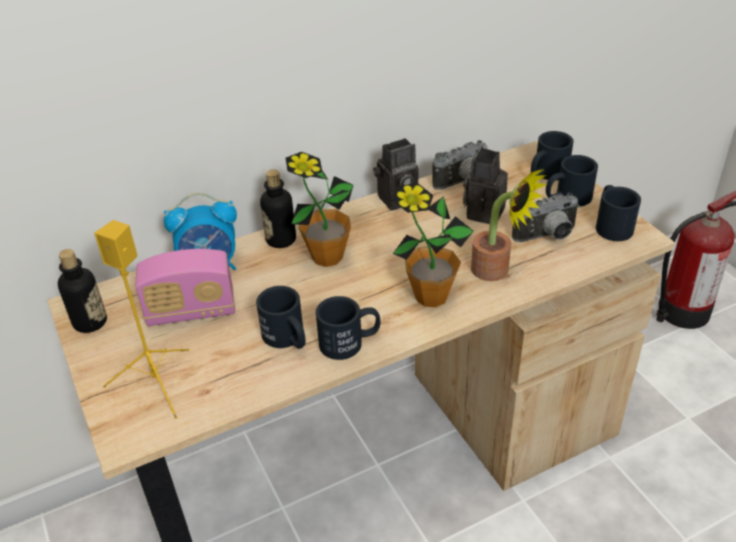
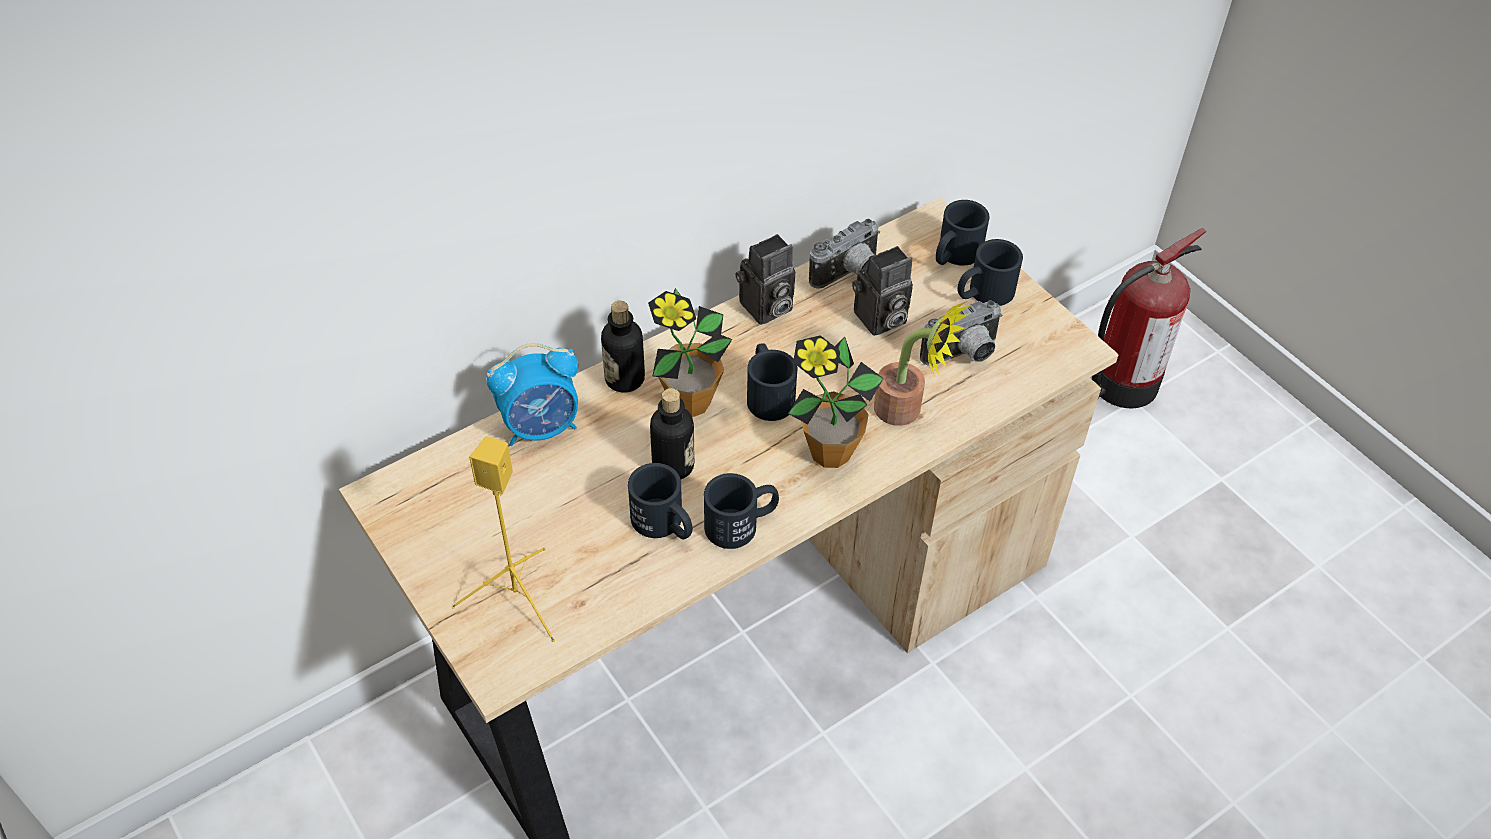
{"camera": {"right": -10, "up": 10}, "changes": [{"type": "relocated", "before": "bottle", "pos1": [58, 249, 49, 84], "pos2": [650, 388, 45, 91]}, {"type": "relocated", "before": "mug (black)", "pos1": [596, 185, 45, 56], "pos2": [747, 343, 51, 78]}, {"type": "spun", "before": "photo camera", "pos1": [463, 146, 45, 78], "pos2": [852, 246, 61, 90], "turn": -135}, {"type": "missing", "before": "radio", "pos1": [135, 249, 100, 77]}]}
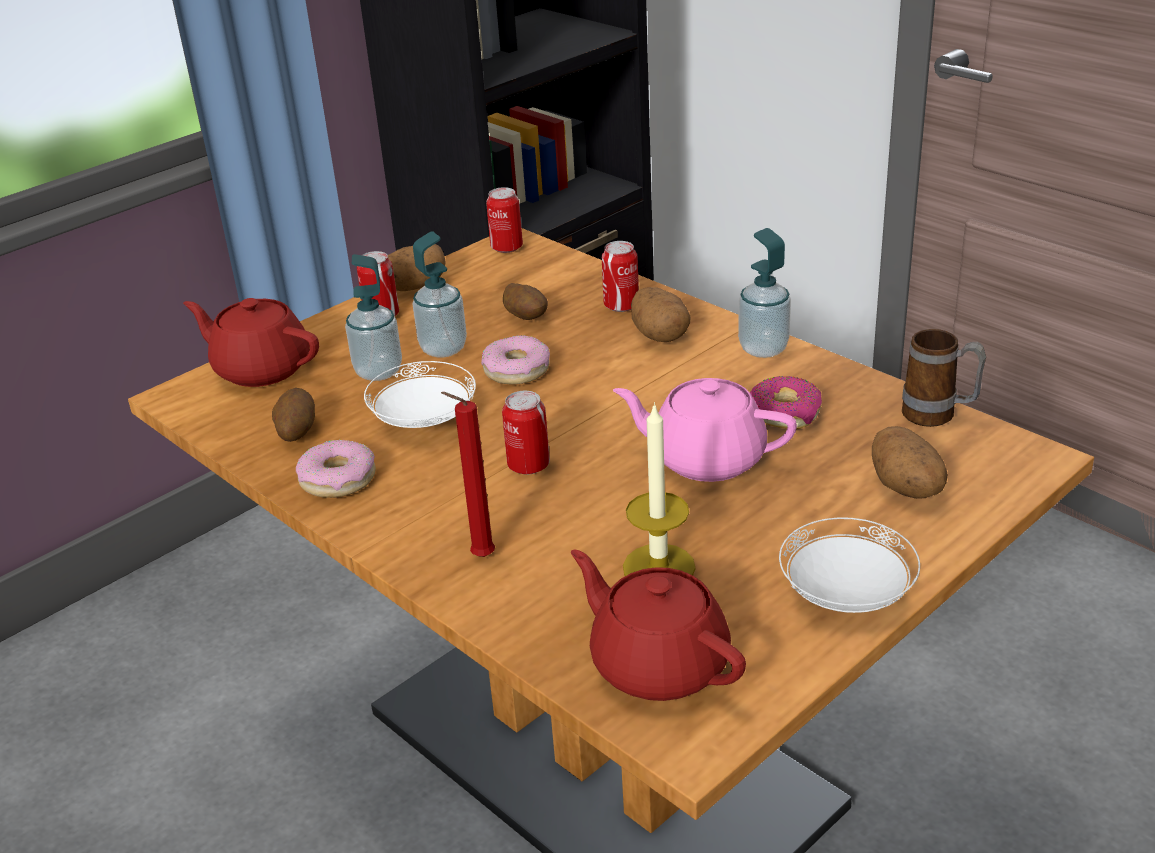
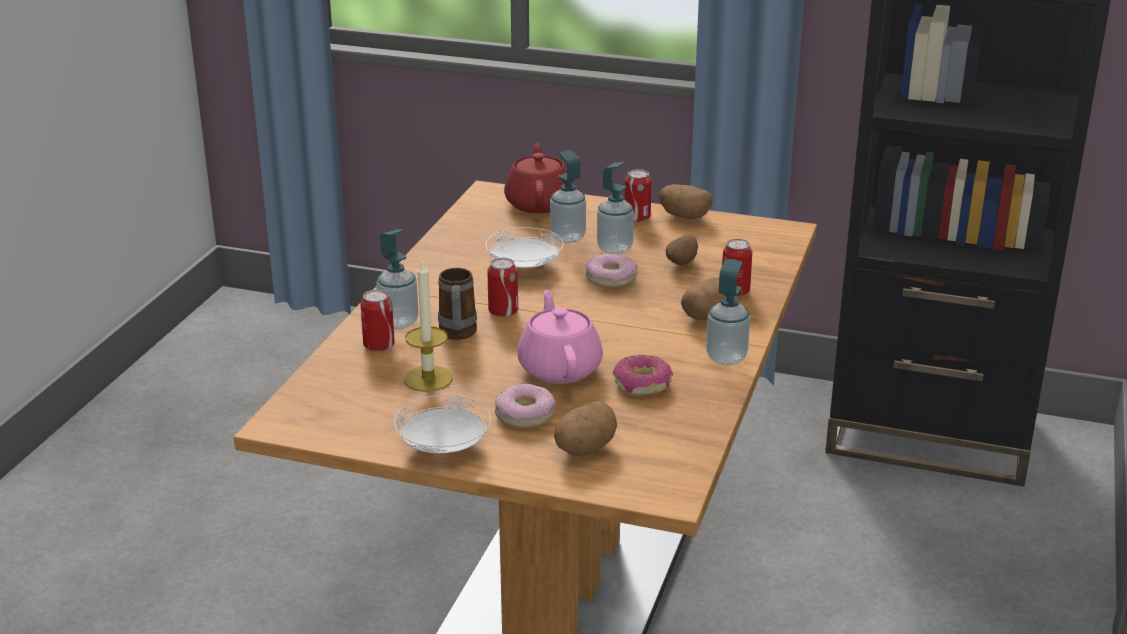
{"camera": {"right": 60, "up": -5}, "changes": [{"type": "relocated", "before": "can", "pos1": [486, 187, 37, 66], "pos2": [361, 290, 34, 62]}, {"type": "exchanged", "before": "candle (red)", "after": "soap dispenser", "pos1": [441, 392, 54, 165], "pos2": [376, 229, 42, 100]}, {"type": "relocated", "before": "mug", "pos1": [902, 329, 84, 98], "pos2": [438, 268, 39, 72]}, {"type": "relocated", "before": "donut", "pos1": [296, 440, 80, 58], "pos2": [495, 383, 61, 45]}, {"type": "missing", "before": "potato", "pos1": [272, 388, 43, 54]}, {"type": "missing", "before": "teapot (red)", "pos1": [571, 549, 175, 152]}]}
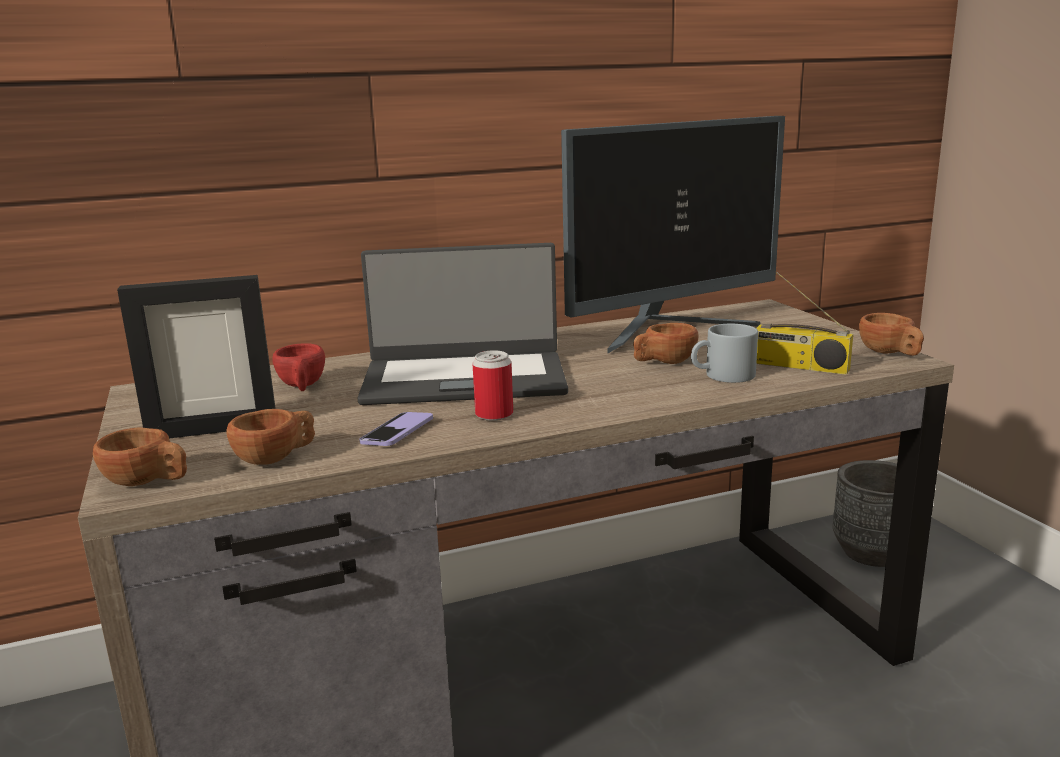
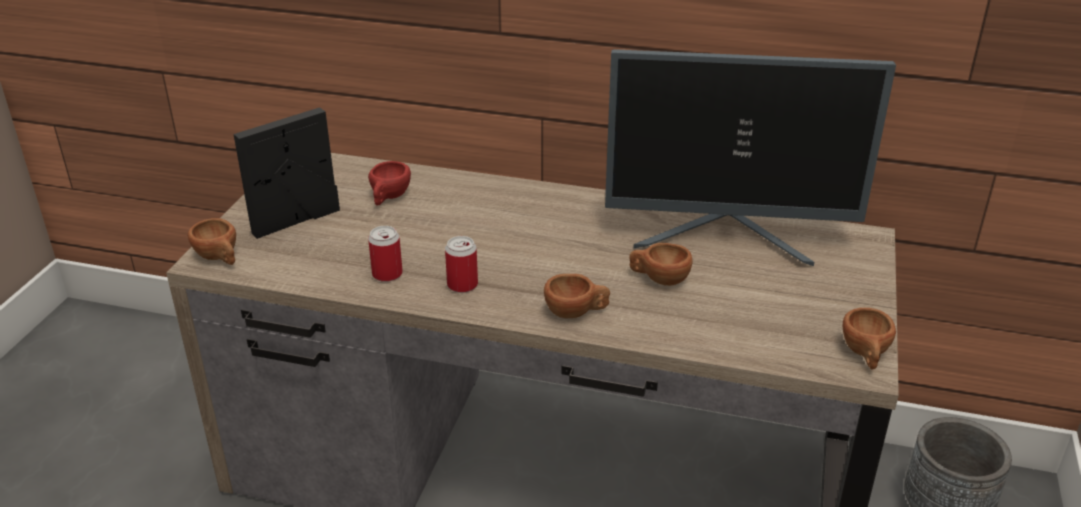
{"camera": {"right": 35, "up": 15}, "changes": [{"type": "spun", "before": "picture frame", "pos1": [117, 275, 159, 163], "pos2": [233, 107, 107, 132], "turn": 120}, {"type": "exchanged", "before": "phone", "after": "can", "pos1": [359, 412, 74, 34], "pos2": [368, 226, 35, 56]}, {"type": "relocated", "before": "cup (brown)", "pos1": [226, 409, 89, 56], "pos2": [544, 274, 66, 44]}, {"type": "missing", "before": "laptop", "pos1": [358, 243, 210, 162]}, {"type": "missing", "before": "mug (grey)", "pos1": [691, 324, 67, 59]}, {"type": "missing", "before": "radio", "pos1": [756, 272, 97, 103]}]}
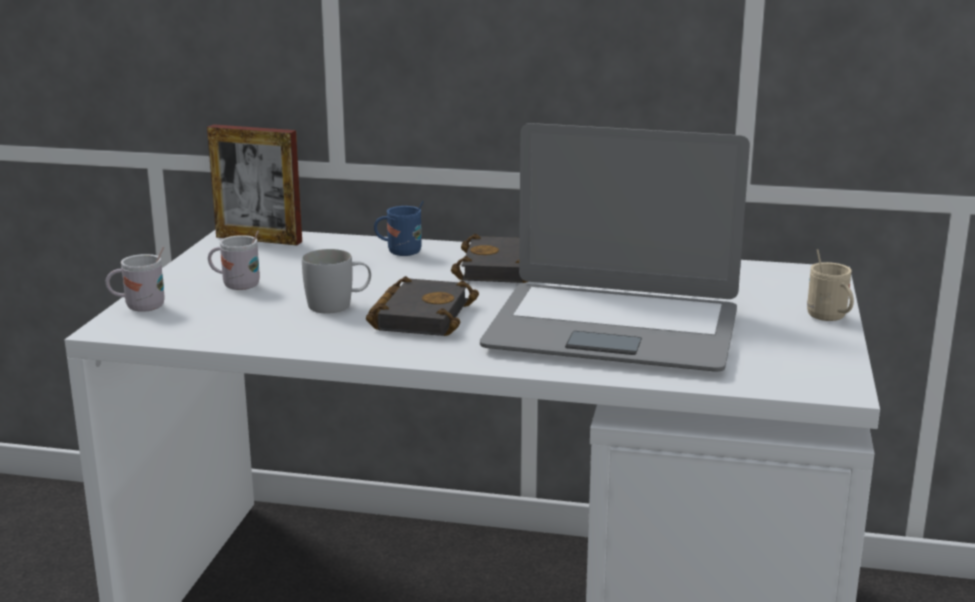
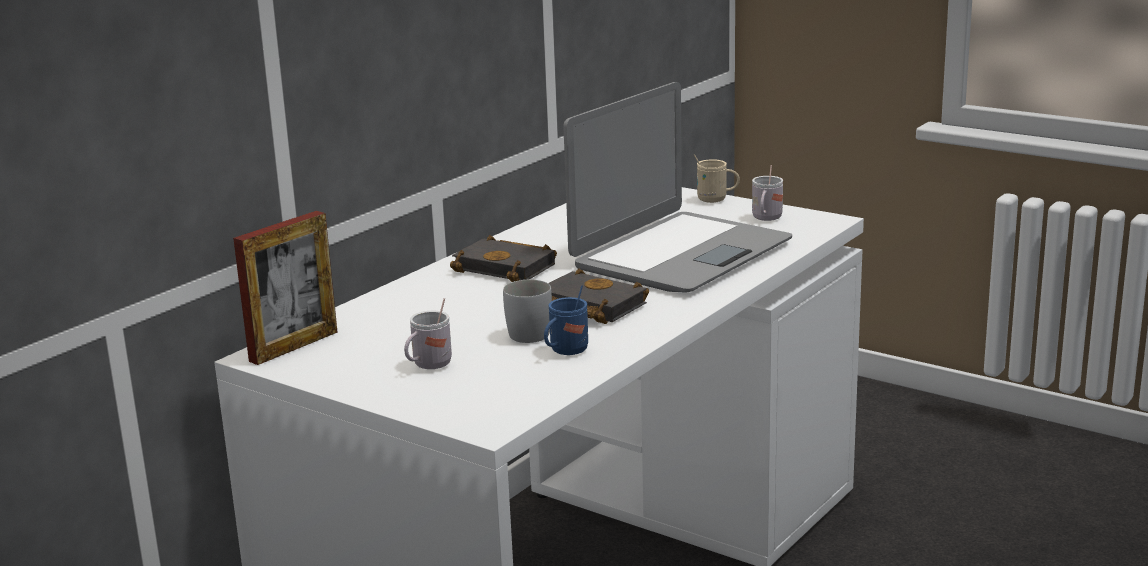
{"camera": {"right": -65, "up": 0}, "changes": [{"type": "relocated", "before": "mug (blue)", "pos1": [374, 201, 50, 55], "pos2": [544, 285, 44, 70]}, {"type": "relocated", "before": "mug (white)", "pos1": [106, 247, 59, 65], "pos2": [752, 165, 31, 56]}]}
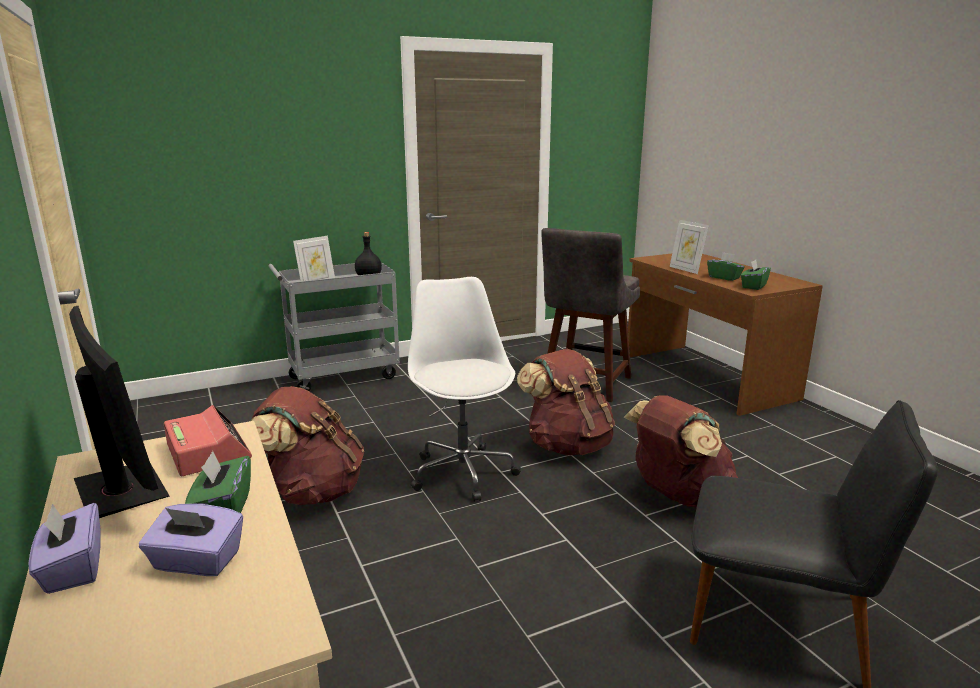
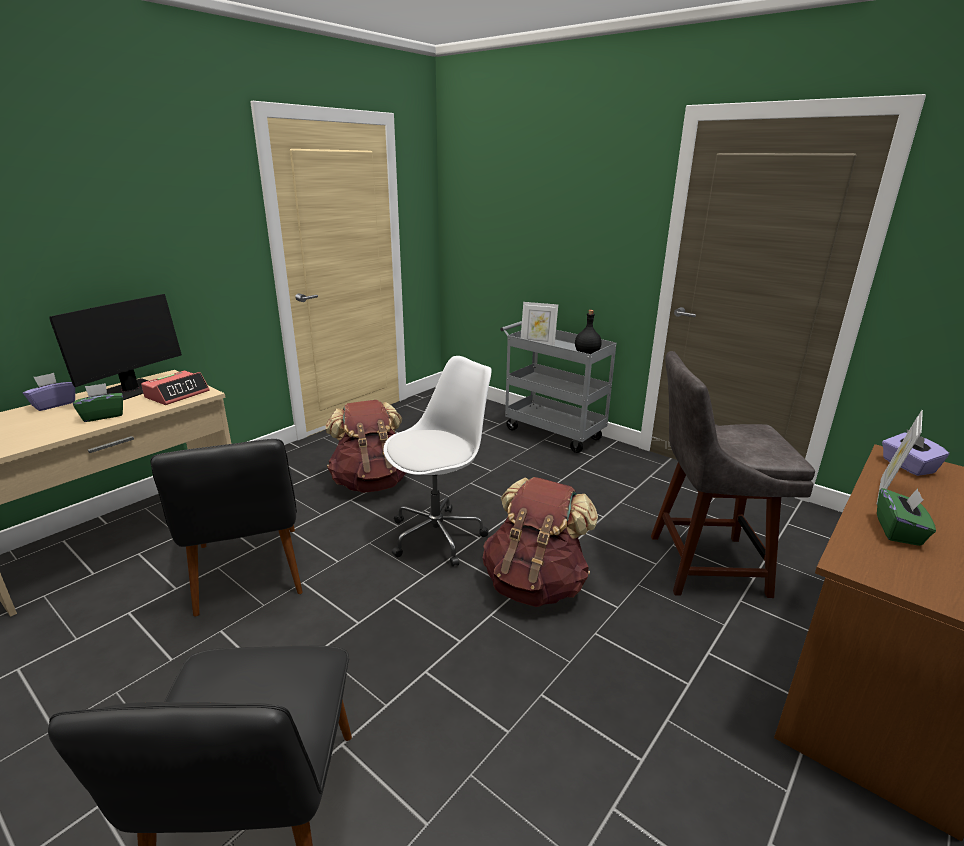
{"camera": {"right": 65, "up": 5}, "changes": [{"type": "appeared", "after": "chair (black)", "pos2": [150, 439, 153, 178]}, {"type": "relocated", "before": "tissue box (purple)", "pos1": [139, 504, 104, 72], "pos2": [882, 429, 67, 47]}, {"type": "missing", "before": "backpack (brown)", "pos1": [623, 395, 115, 112]}, {"type": "missing", "before": "tissue box (green)", "pos1": [741, 260, 30, 30]}]}
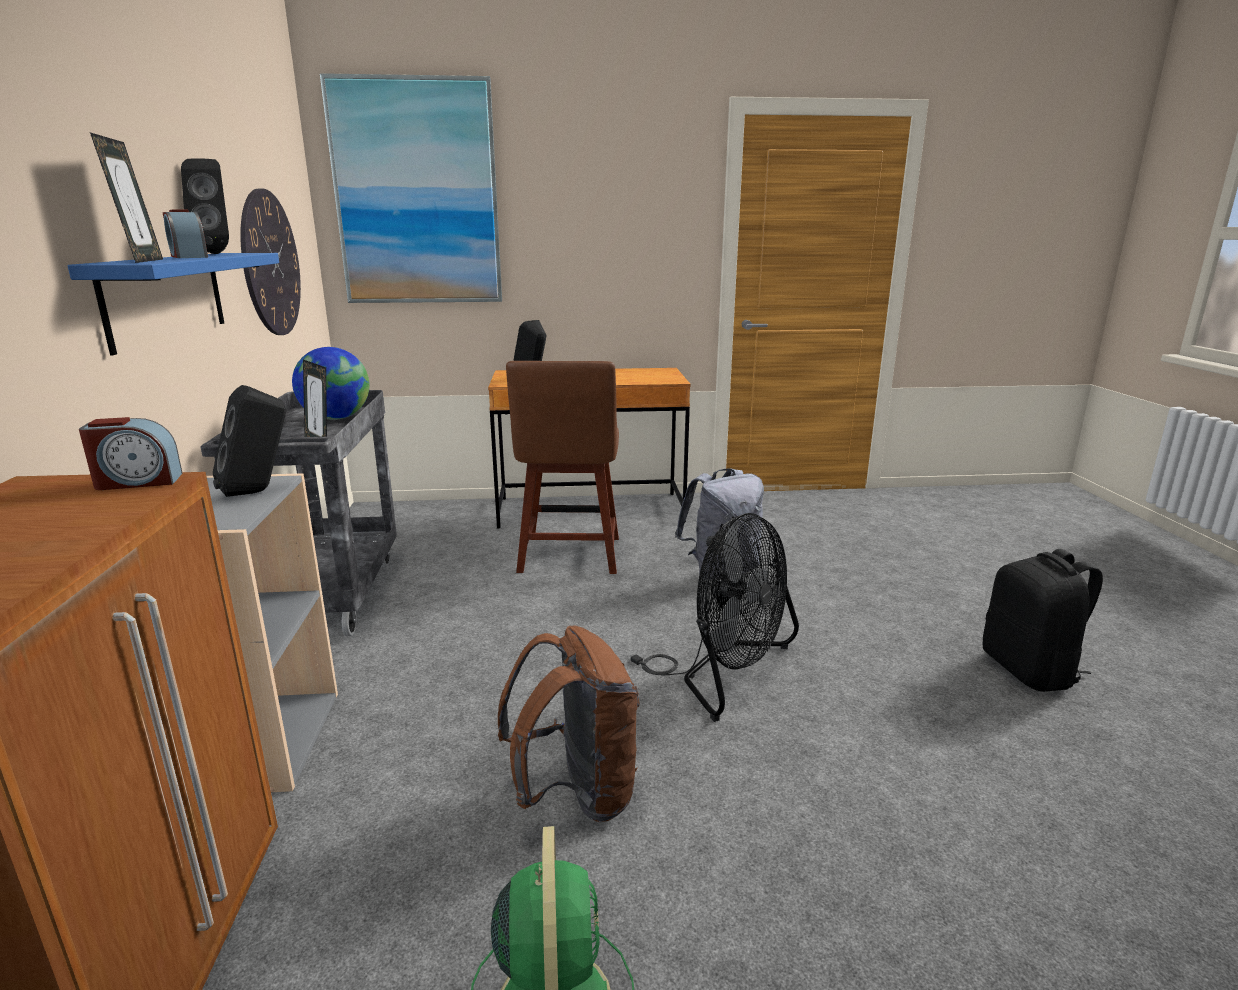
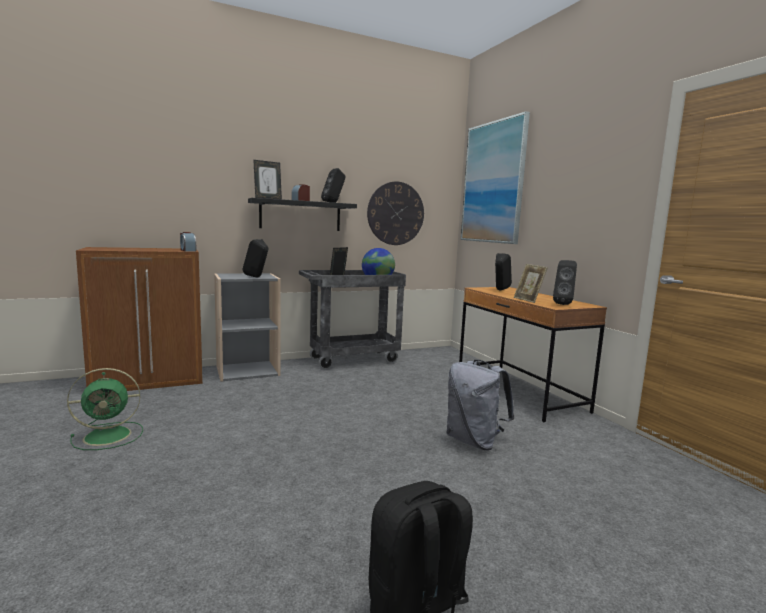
{"camera": {"right": 70, "up": -10}, "changes": [{"type": "colour", "before": "shelf (blue)", "after": "shelf (black)", "pos1": [67, 253, 212, 102], "pos2": [248, 198, 109, 33]}, {"type": "appeared", "after": "picture frame", "pos2": [514, 264, 34, 39]}, {"type": "appeared", "after": "speaker (black)", "pos2": [553, 260, 24, 45]}, {"type": "missing", "before": "backpack (brown)", "pos1": [498, 626, 141, 196]}, {"type": "missing", "before": "chair (brown)", "pos1": [506, 361, 113, 213]}, {"type": "missing", "before": "fan (black)", "pos1": [630, 513, 169, 209]}]}
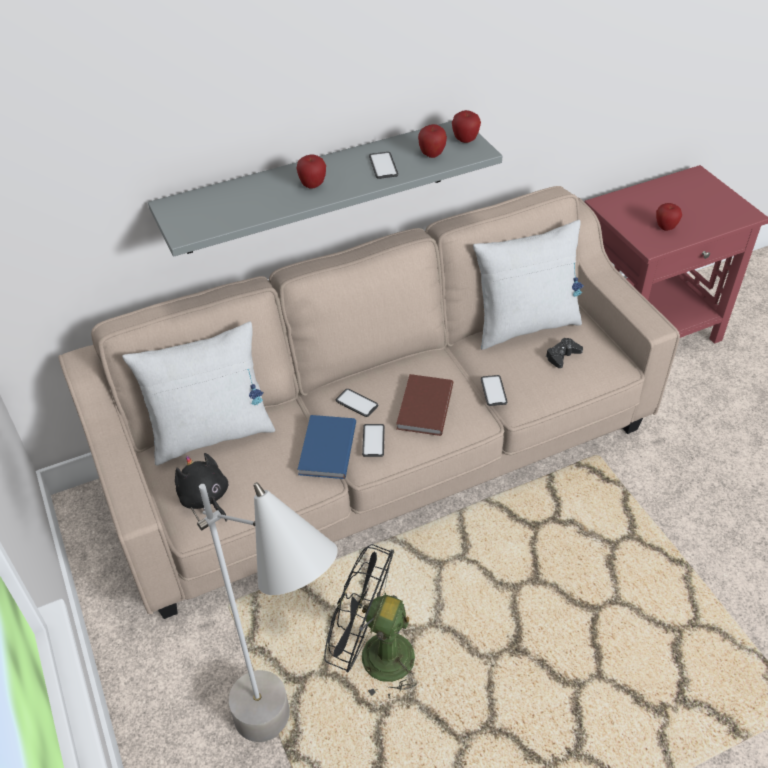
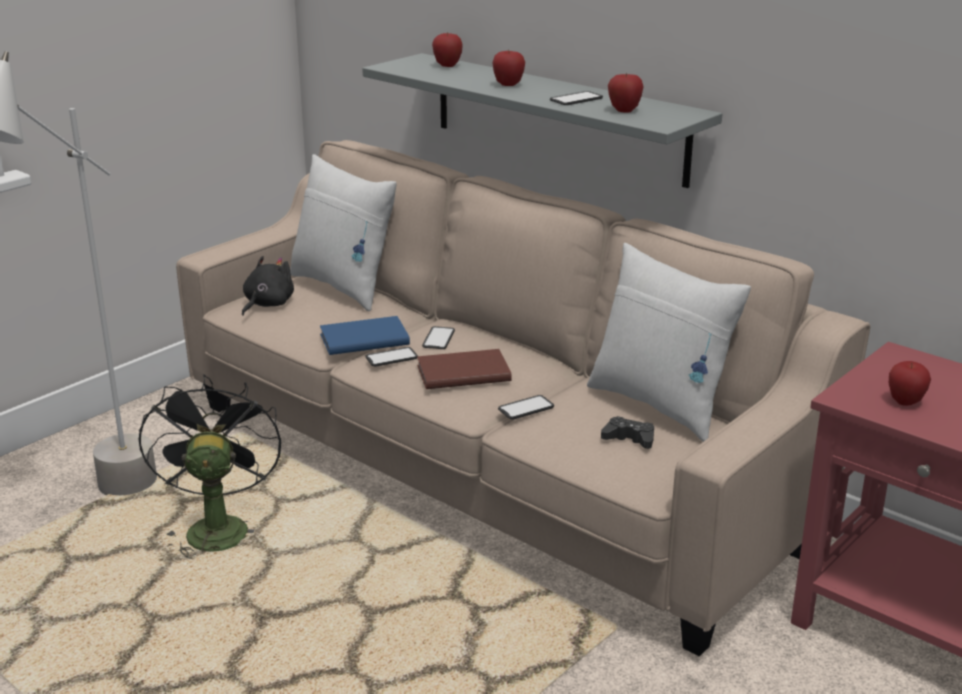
{"camera": {"right": 65, "up": -20}, "changes": [{"type": "relocated", "before": "apple", "pos1": [452, 110, 29, 33], "pos2": [432, 32, 31, 35]}]}
